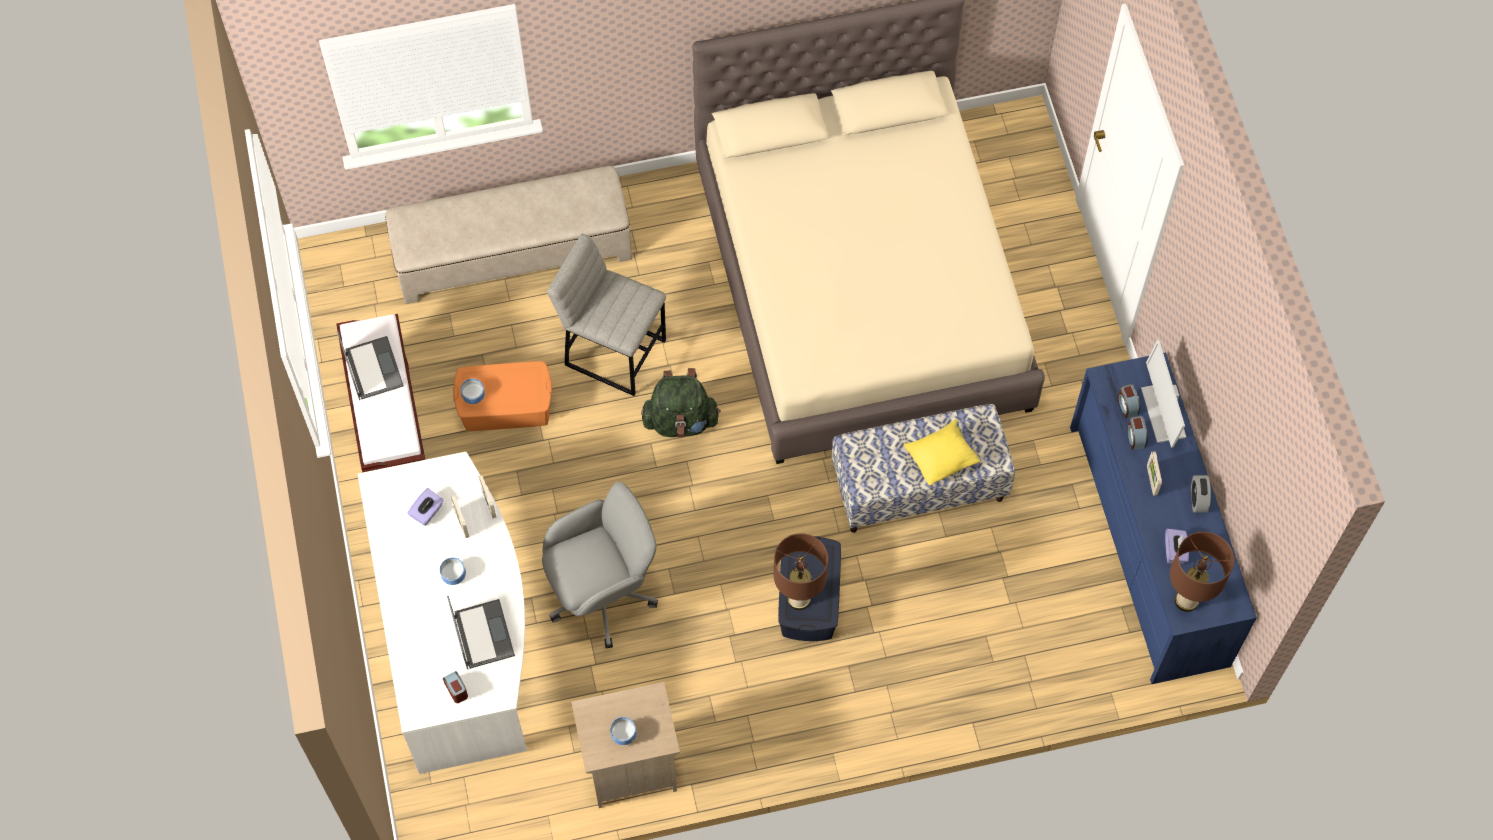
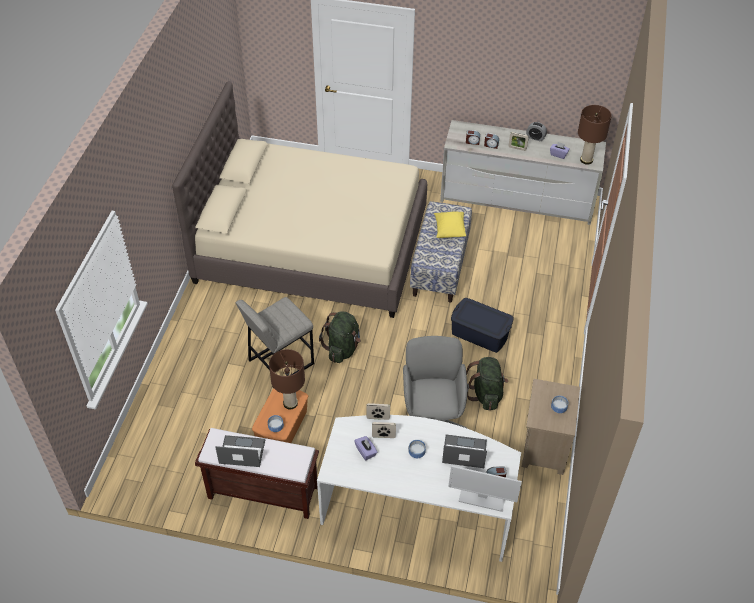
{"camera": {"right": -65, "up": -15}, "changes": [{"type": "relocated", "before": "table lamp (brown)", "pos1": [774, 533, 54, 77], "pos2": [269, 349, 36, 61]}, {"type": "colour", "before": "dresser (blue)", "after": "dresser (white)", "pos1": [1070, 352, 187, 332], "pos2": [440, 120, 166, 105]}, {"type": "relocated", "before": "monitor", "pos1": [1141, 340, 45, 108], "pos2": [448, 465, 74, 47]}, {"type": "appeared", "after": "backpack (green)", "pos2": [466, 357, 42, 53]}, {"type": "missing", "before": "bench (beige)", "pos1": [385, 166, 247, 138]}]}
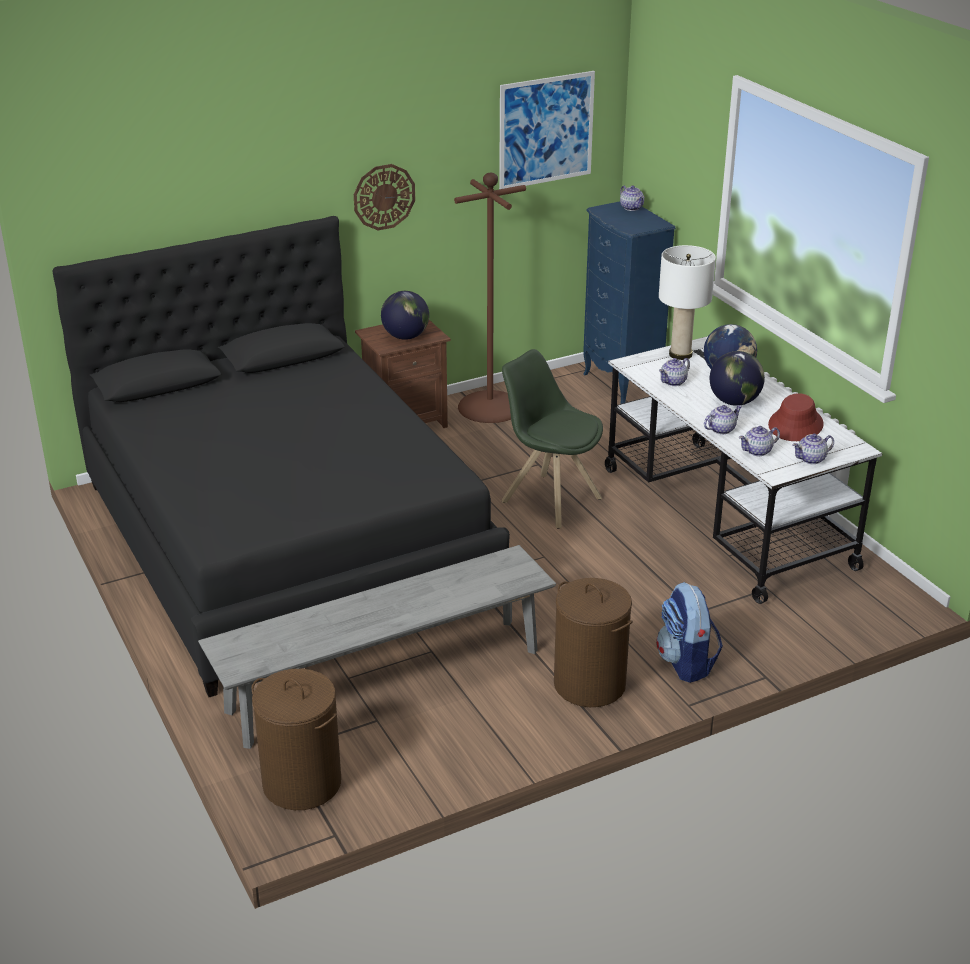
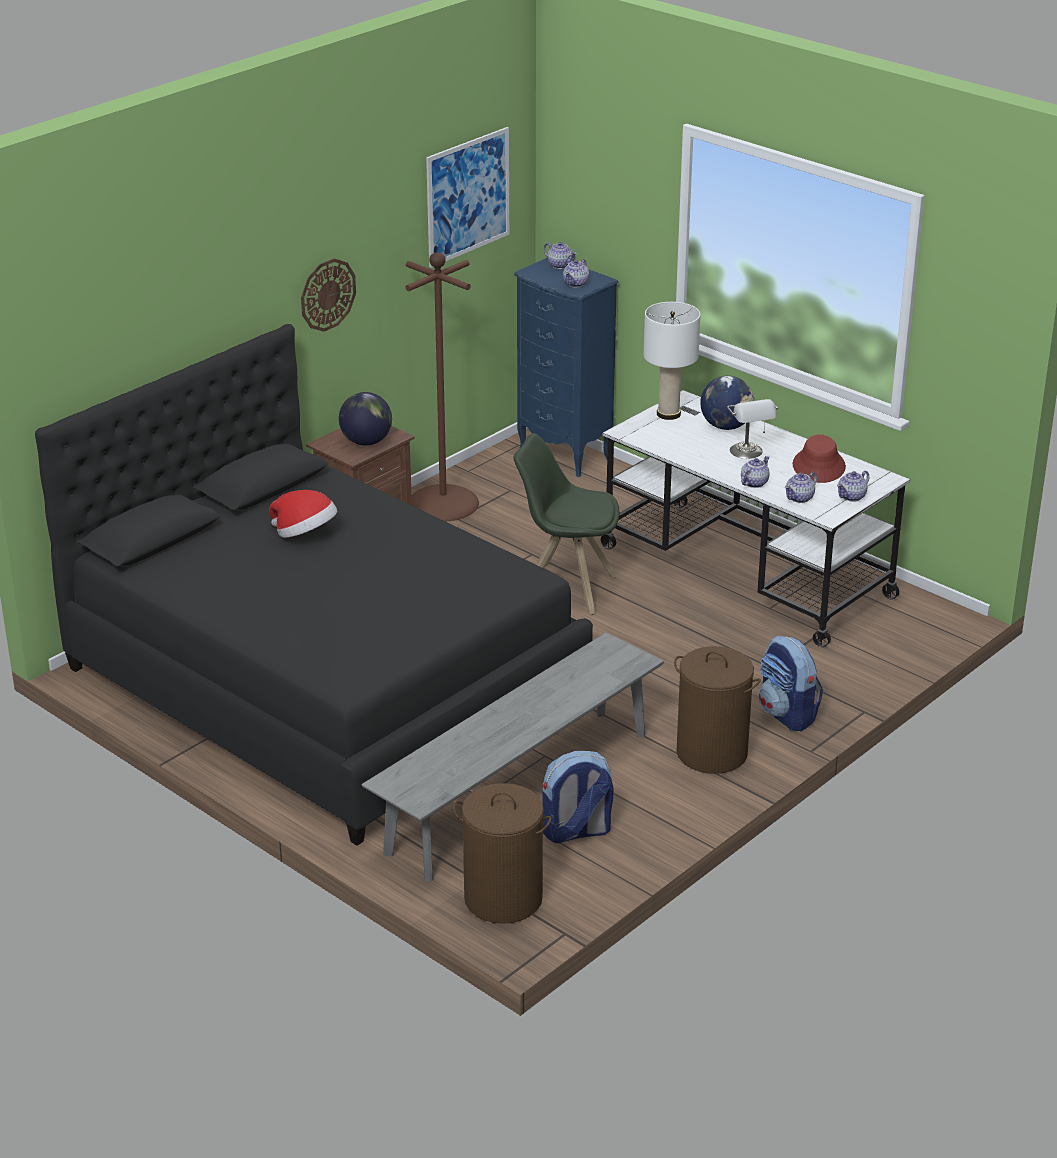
{"camera": {"right": -20, "up": 0}, "changes": [{"type": "appeared", "after": "hat", "pos2": [269, 490, 68, 48]}, {"type": "appeared", "after": "backpack", "pos2": [543, 751, 70, 92]}, {"type": "relocated", "before": "teapot", "pos1": [659, 358, 31, 28], "pos2": [563, 259, 26, 29]}, {"type": "exchanged", "before": "globe", "after": "table lamp (white)", "pos1": [710, 351, 55, 55], "pos2": [727, 399, 51, 60]}]}
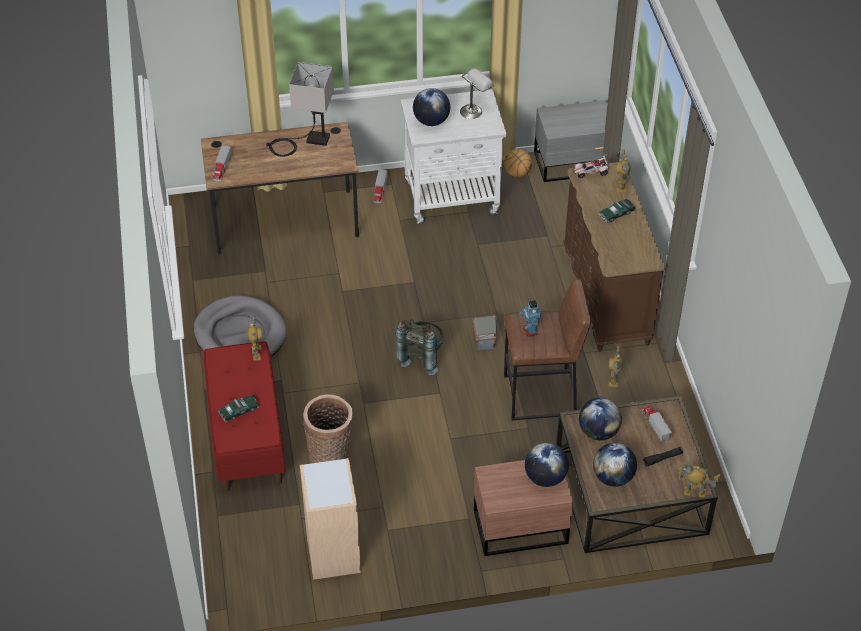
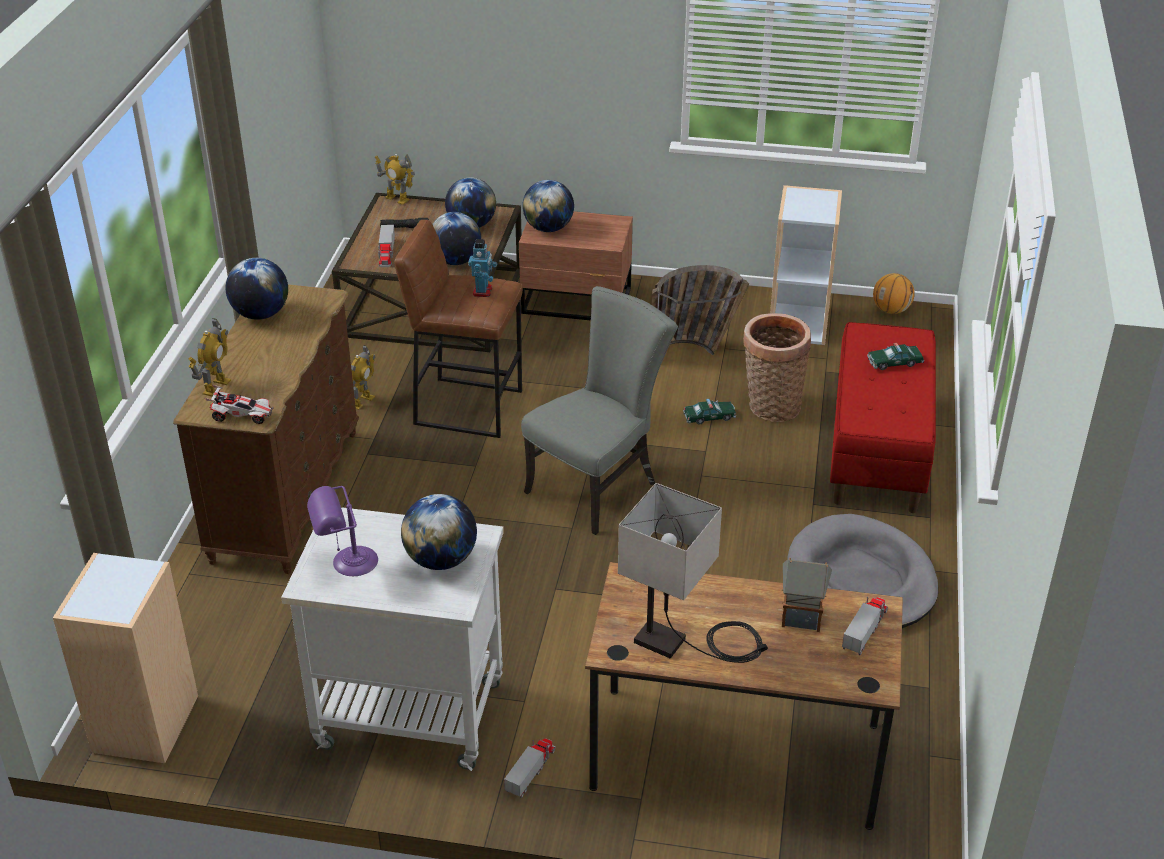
{"camera": {"right": -160, "up": -10}, "changes": [{"type": "exchanged", "before": "nightstand (grey)", "after": "bookcase", "pos1": [534, 100, 73, 82], "pos2": [53, 553, 145, 210]}, {"type": "appeared", "after": "globe", "pos2": [226, 258, 62, 62]}, {"type": "colour", "before": "table lamp (white)", "after": "table lamp (purple)", "pos1": [460, 69, 34, 50], "pos2": [307, 486, 71, 90]}, {"type": "exchanged", "before": "backpack (grey)", "after": "chair (grey)", "pos1": [396, 319, 48, 56], "pos2": [521, 286, 157, 249]}, {"type": "appeared", "after": "basket", "pos2": [652, 265, 97, 90]}, {"type": "relocated", "before": "toy car", "pos1": [599, 199, 37, 24], "pos2": [683, 399, 53, 25]}, {"type": "relocated", "before": "toy house", "pos1": [472, 314, 26, 37], "pos2": [782, 558, 50, 74]}, {"type": "relocated", "before": "basketball", "pos1": [504, 149, 28, 28], "pos2": [873, 273, 42, 41]}, {"type": "missing", "before": "toy robot", "pos1": [247, 315, 15, 46]}]}
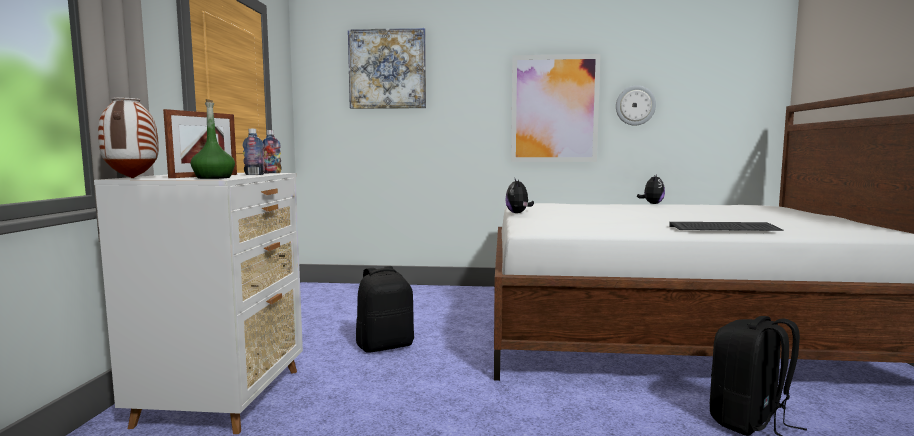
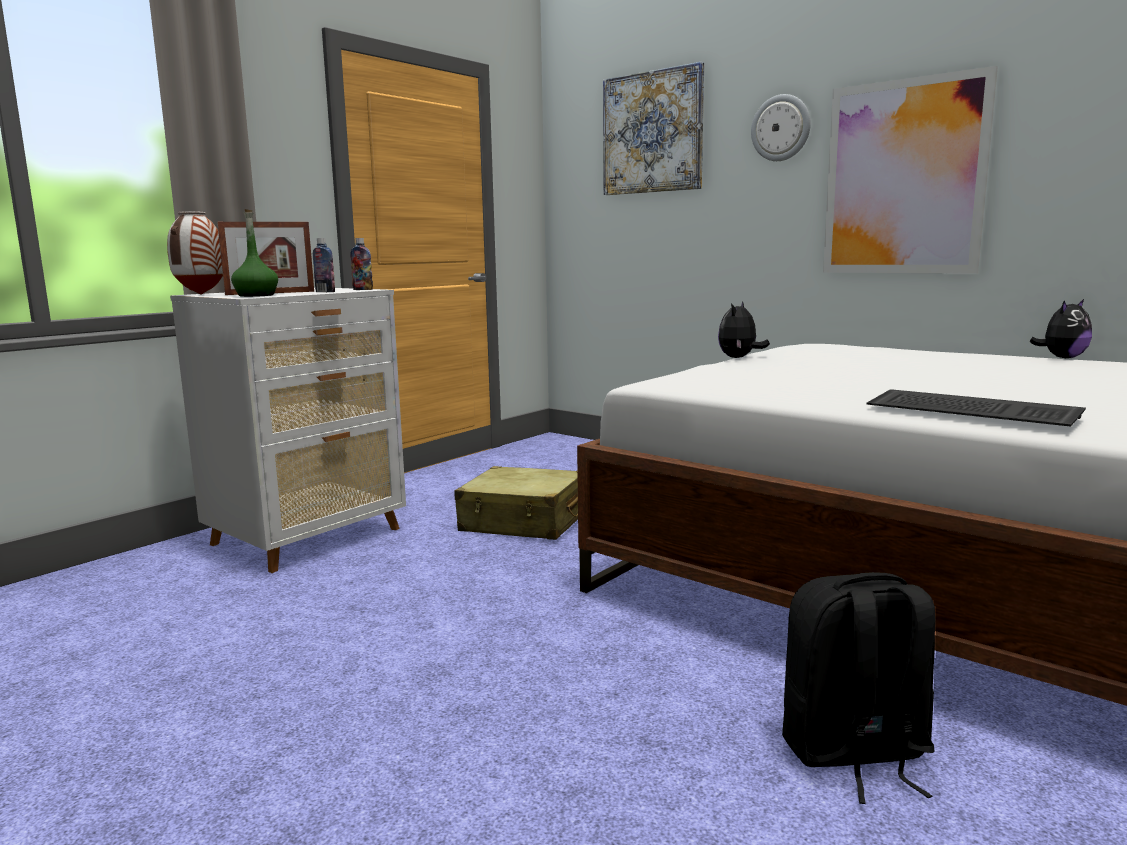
{"camera": {"right": 35, "up": 5}, "changes": [{"type": "exchanged", "before": "backpack (black)", "after": "suitcase (beige)", "pos1": [356, 266, 58, 87], "pos2": [454, 466, 124, 74]}, {"type": "relocated", "before": "wall clock", "pos1": [616, 85, 40, 41], "pos2": [751, 94, 60, 67]}]}
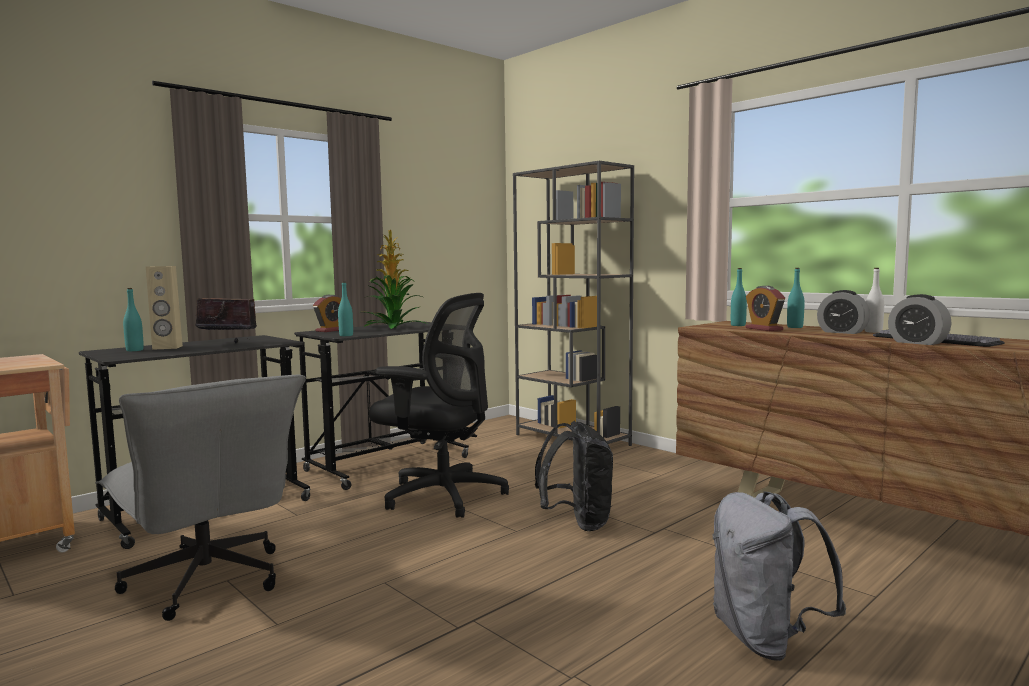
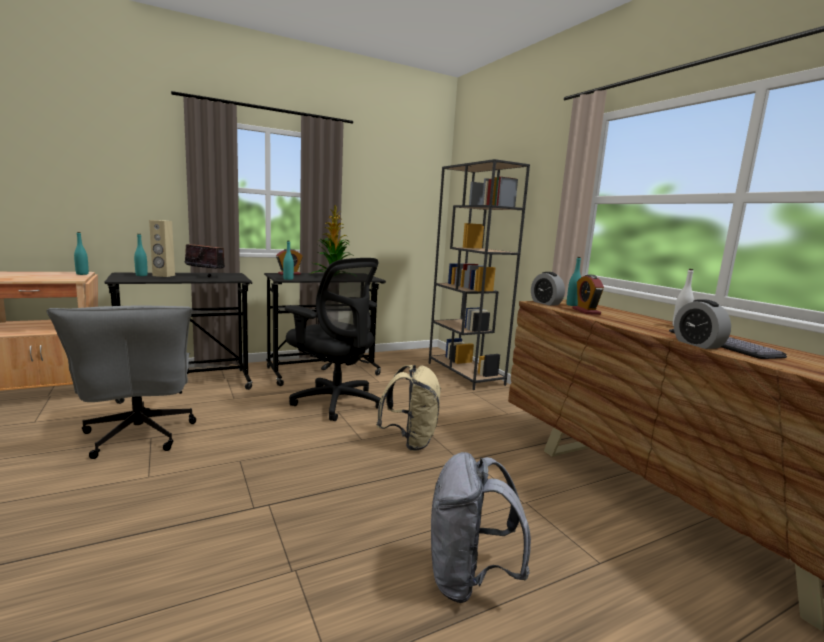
{"camera": {"right": 15, "up": 5}, "changes": [{"type": "relocated", "before": "bottle (turquoise)", "pos1": [787, 268, 17, 60], "pos2": [74, 232, 15, 43]}, {"type": "colour", "before": "backpack (black)", "after": "backpack (beige)", "pos1": [535, 421, 78, 110], "pos2": [376, 365, 65, 86]}, {"type": "relocated", "before": "alarm clock", "pos1": [817, 290, 53, 44], "pos2": [531, 272, 34, 34]}]}
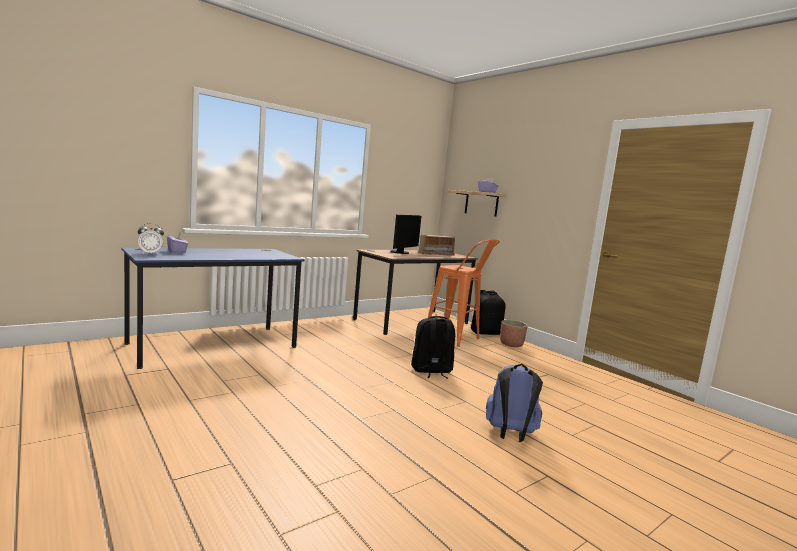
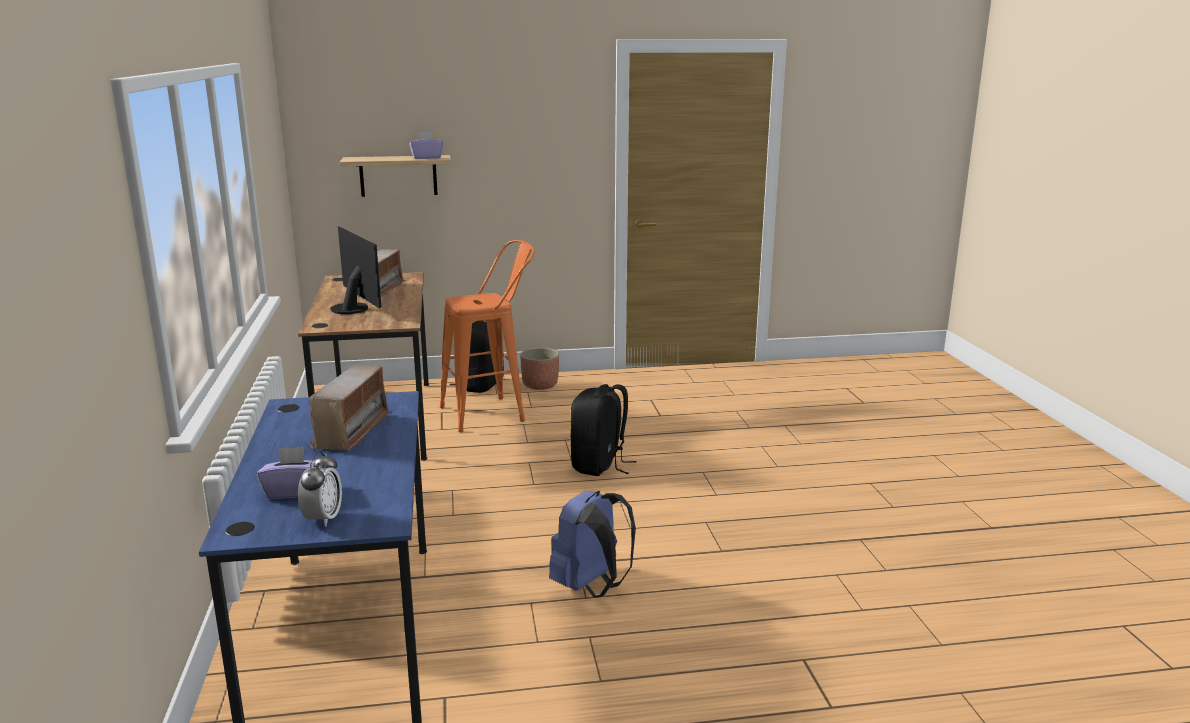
{"camera": {"right": -60, "up": 10}, "changes": [{"type": "appeared", "after": "radio", "pos2": [309, 364, 82, 88]}, {"type": "relocated", "before": "backpack (blue)", "pos1": [486, 364, 57, 78], "pos2": [549, 491, 87, 107]}]}
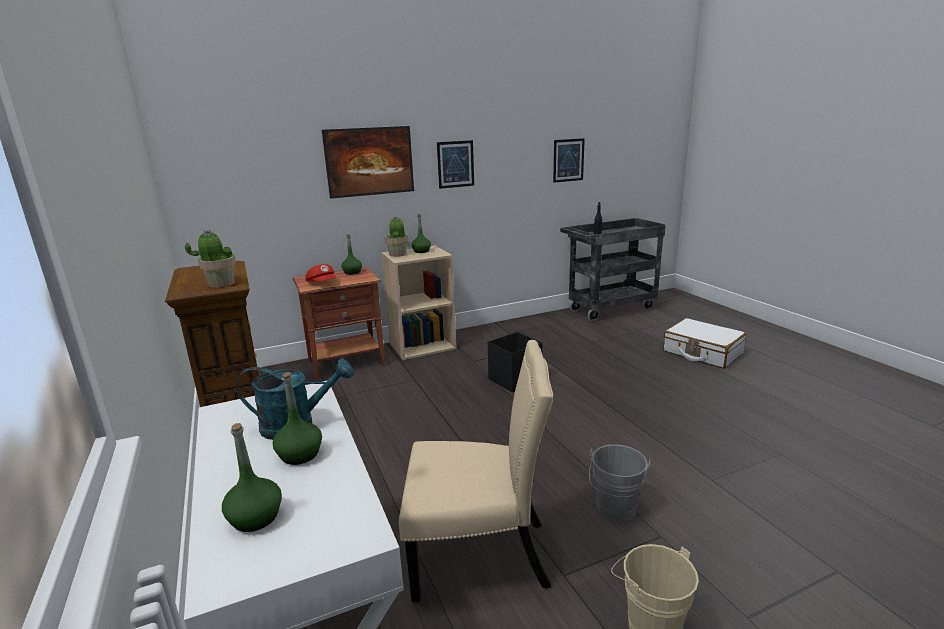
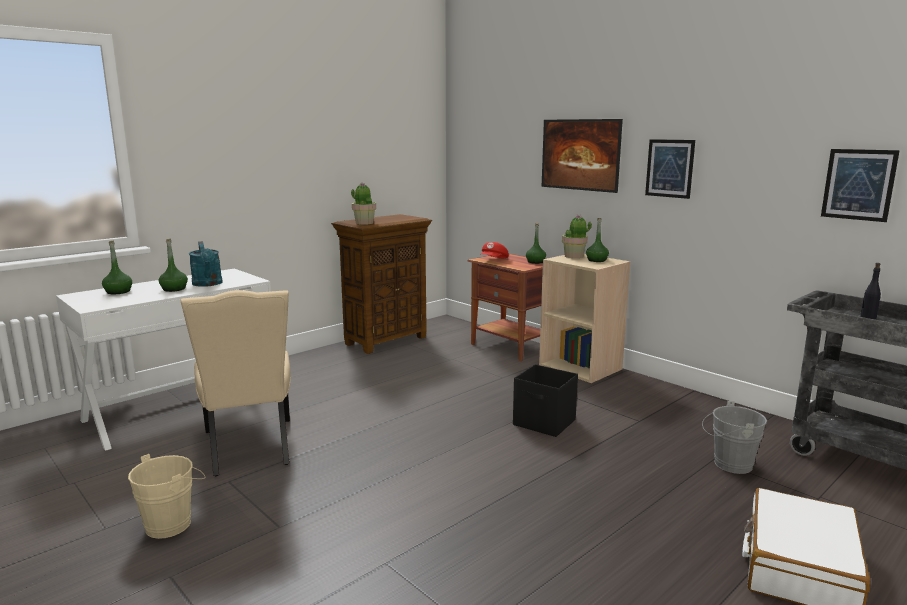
{"camera": {"right": 70, "up": -5}, "changes": [{"type": "relocated", "before": "bucket (grey)", "pos1": [589, 444, 61, 77], "pos2": [702, 401, 65, 73]}]}
